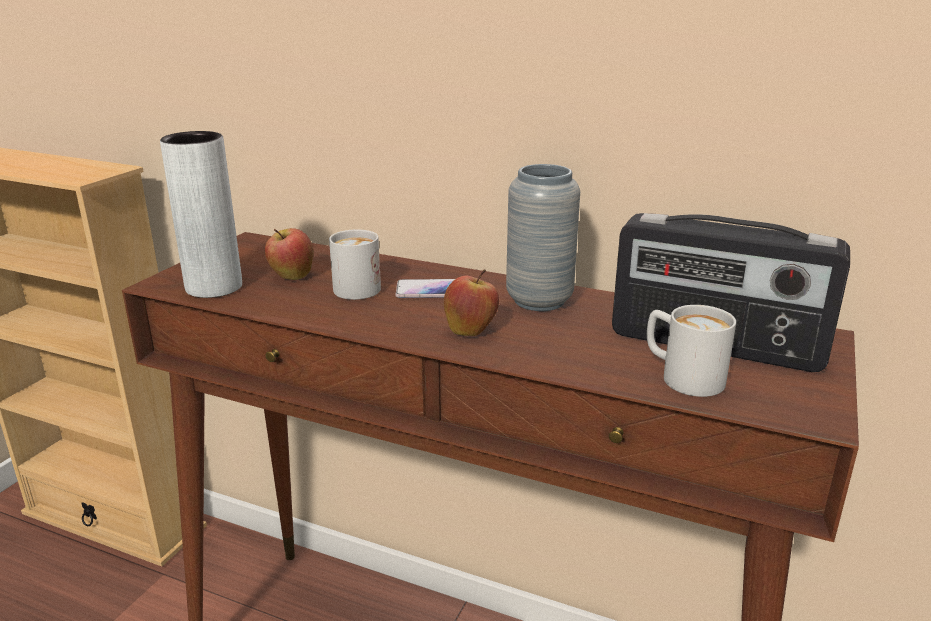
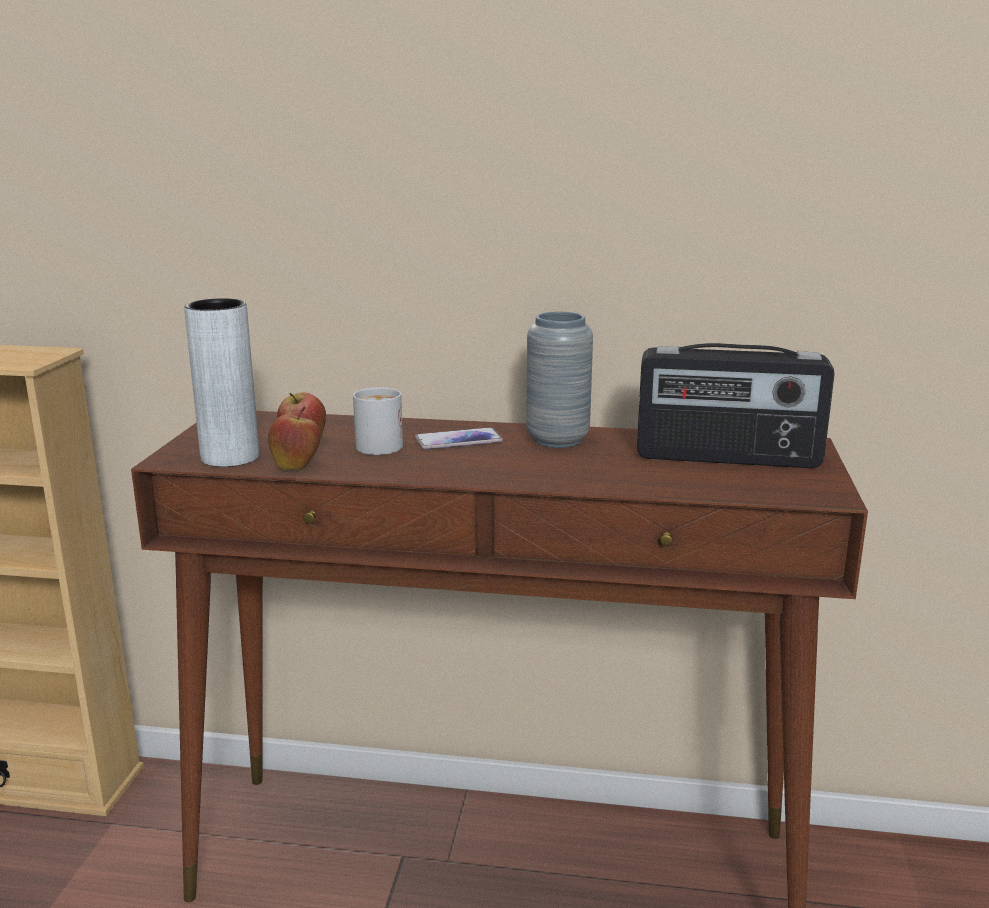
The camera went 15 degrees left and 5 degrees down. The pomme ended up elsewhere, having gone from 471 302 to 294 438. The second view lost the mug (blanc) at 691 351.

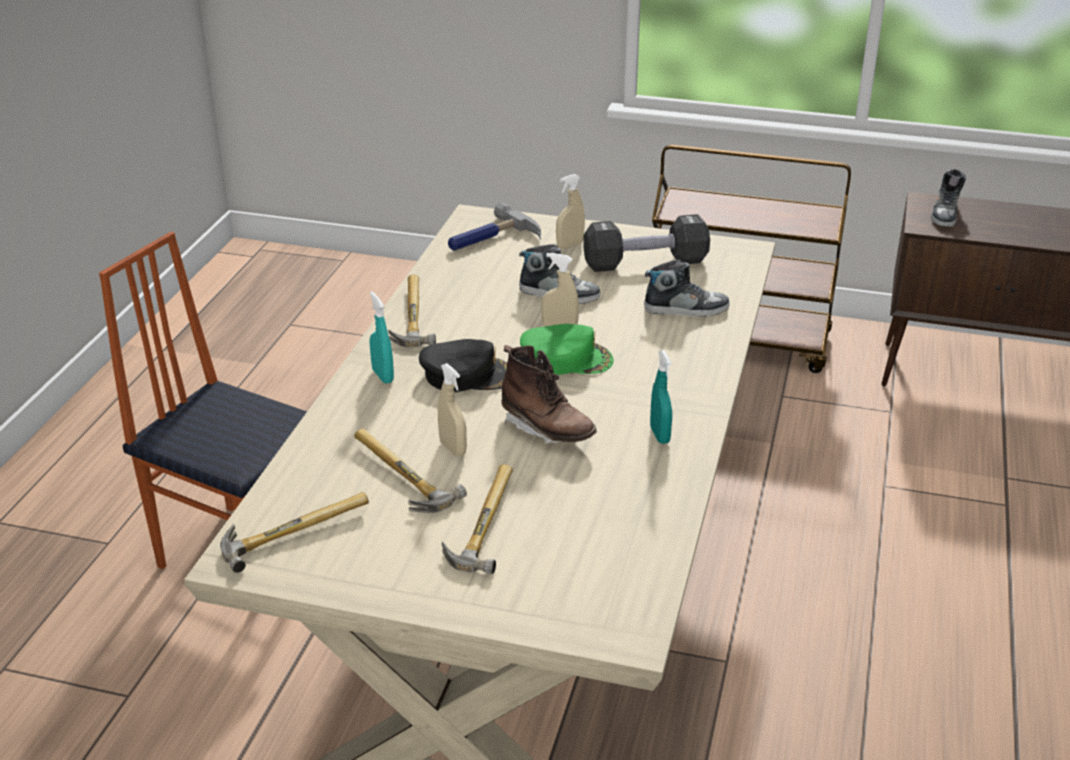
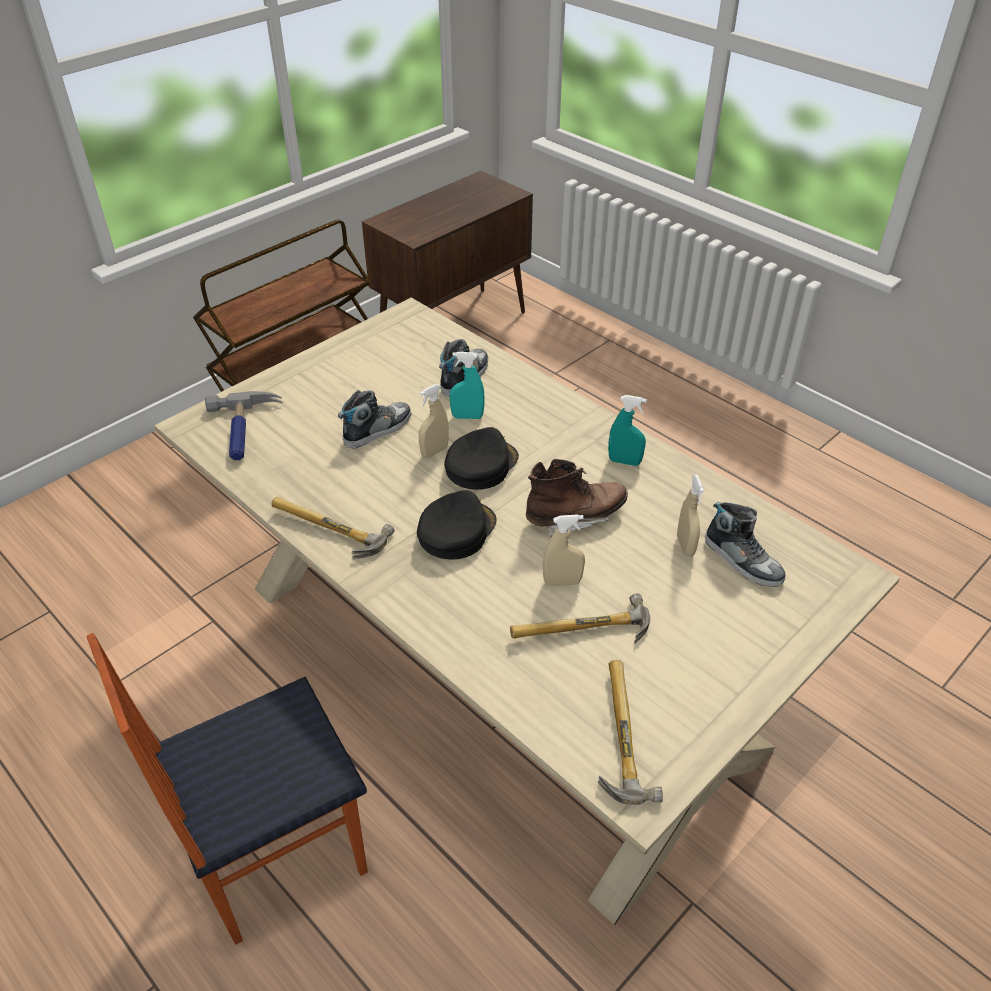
The camera went 60 degrees left and 10 degrees up. The vaporisateur (turquoise) ended up elsewhere, having gone from 382 337 to 467 385. The second view lost the marteau at 477 519. What was the casquette (vert) at 567 349 turned into the casquette (noir) at 481 458. The vaporisateur (beige) ended up elsewhere, having gone from 570 211 to 690 516. The second view lost the haltère (noir) at 646 243. The chaussure ended up elsewhere, having gone from 948 198 to 745 544.

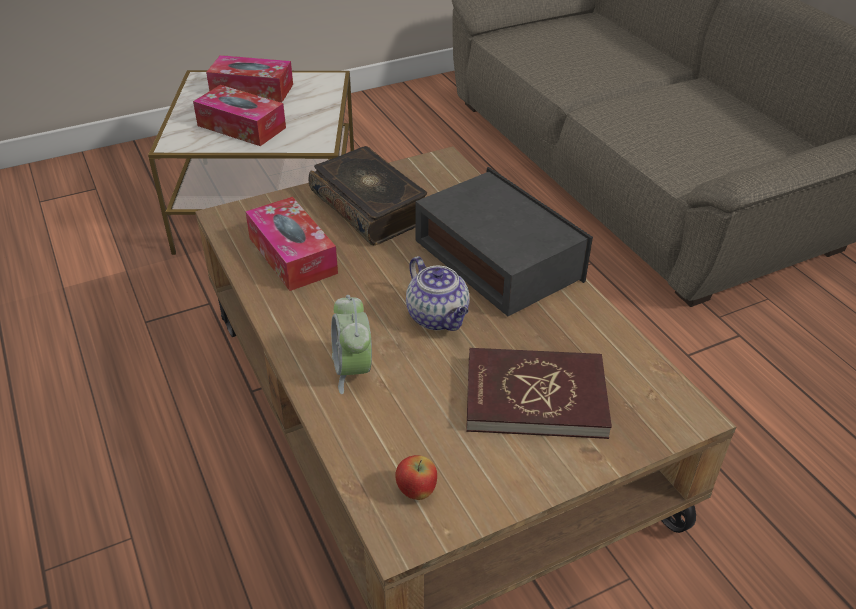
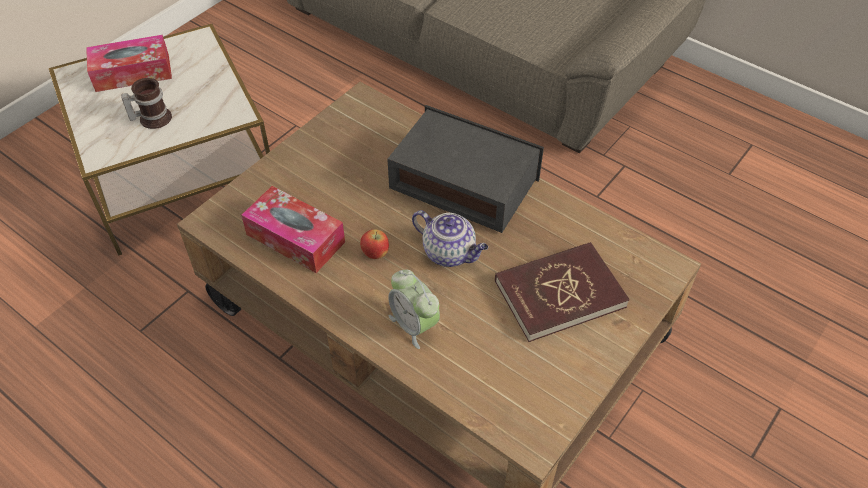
The camera went 25 degrees left and 10 degrees up. Where the boîte à mouchoirs stood at 239 115, the mug came to stand at 146 103. The second view lost the livre at 367 195. The pomme ended up elsewhere, having gone from 416 477 to 374 244.

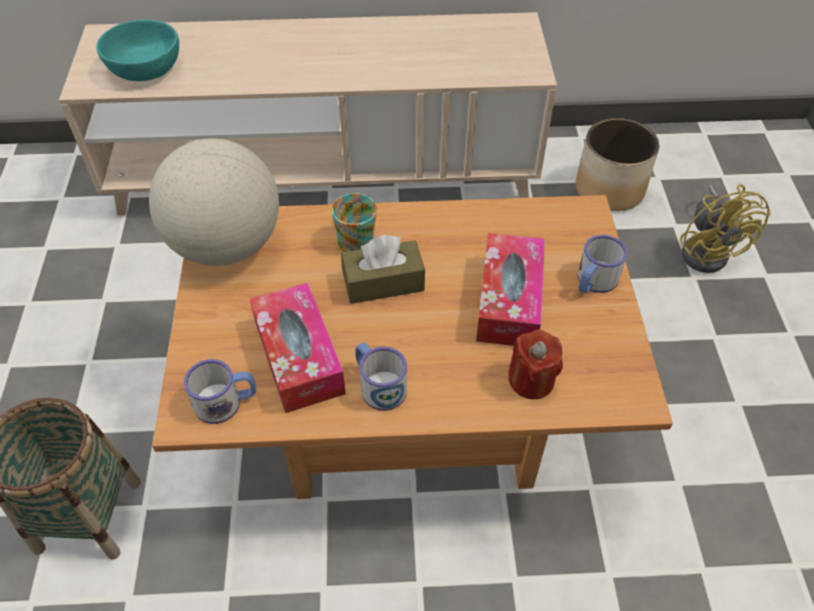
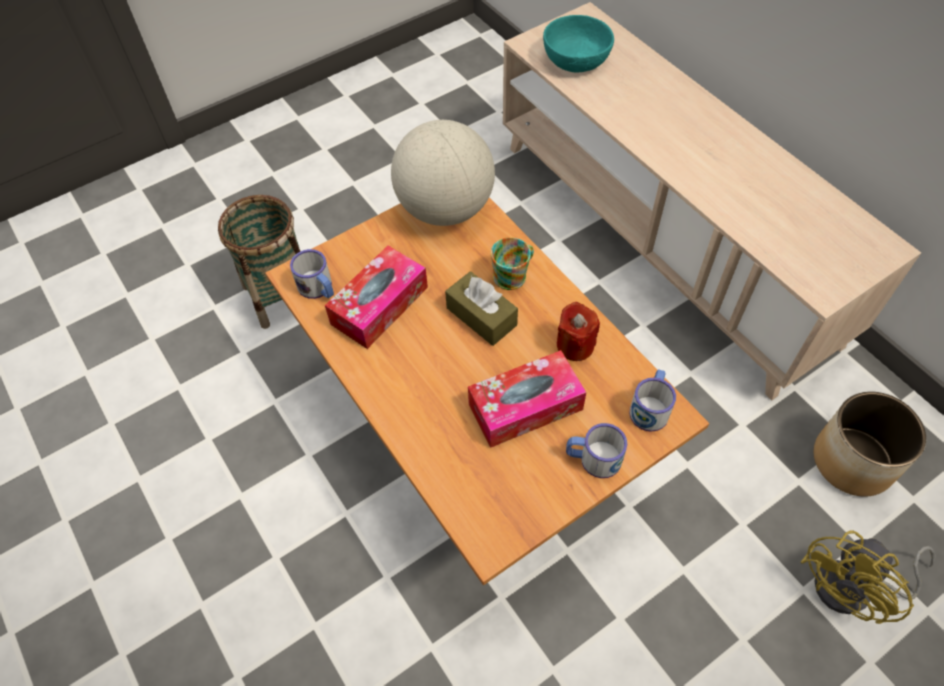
The camera went 60 degrees right and 5 degrees up. The mug ended up elsewhere, having gone from 381 376 to 652 400. The bougie (rouge) ended up elsewhere, having gone from 535 364 to 578 331.

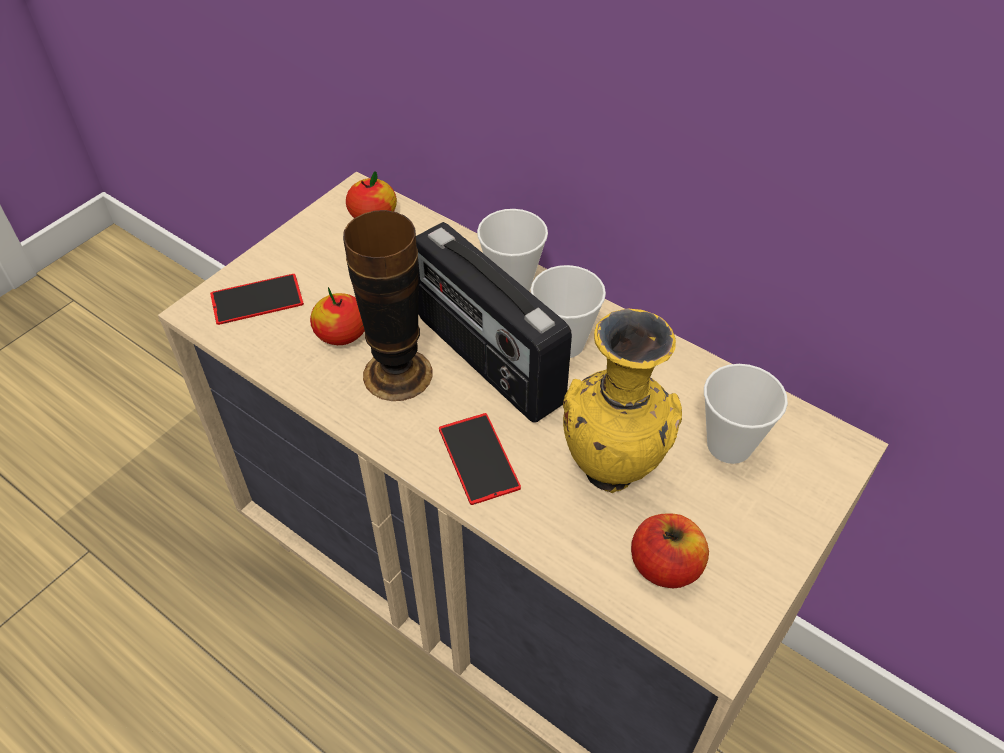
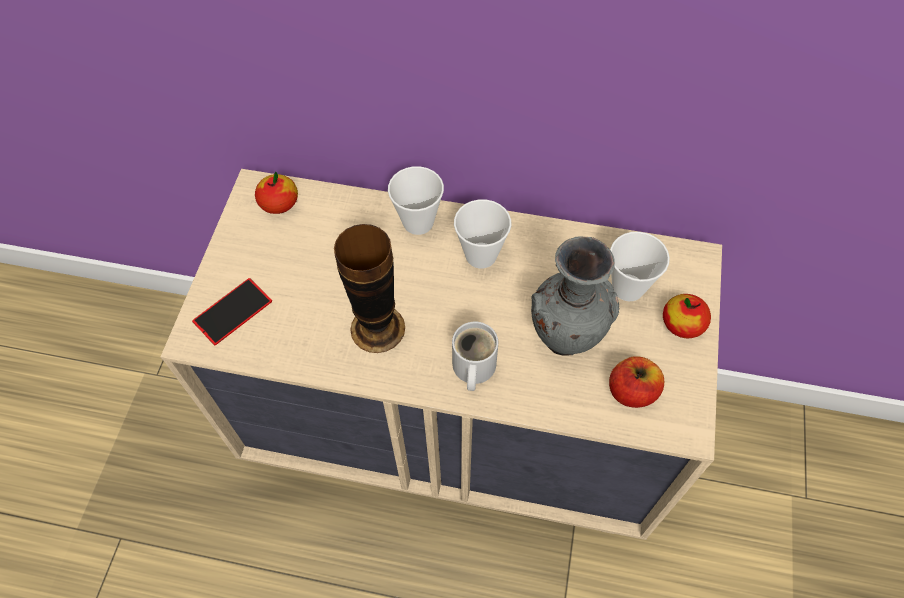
The camera went 25 degrees left and 10 degrees up. The pomme ended up elsewhere, having gone from 337 316 to 687 316. The second view lost the radio at 494 322. Where the téléphone stood at 480 459, the mug (blanc) came to stand at 475 356. What was the vase (jaune) at 622 400 turned into the vase (gris) at 575 296.

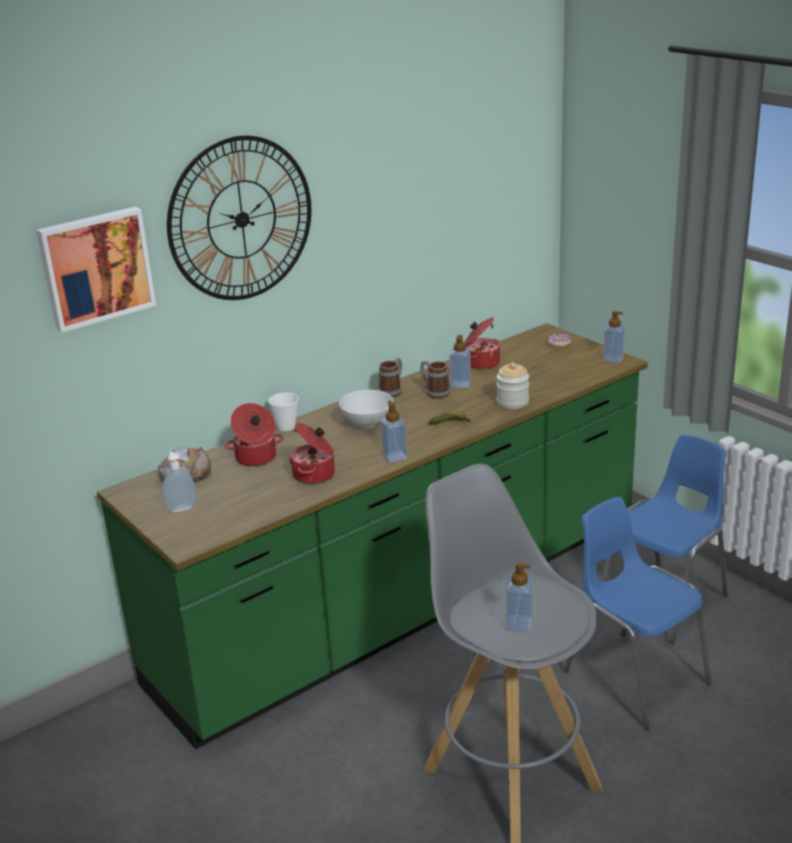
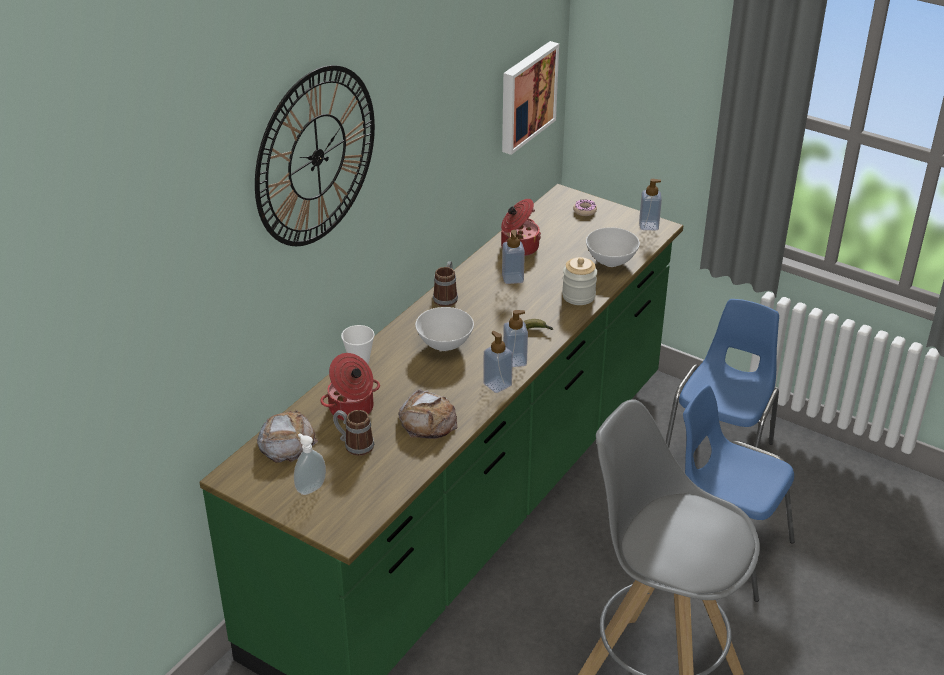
The camera went 20 degrees left and 10 degrees up. The tableau ended up elsewhere, having gone from 96 270 to 530 98. Where the marmite stood at 312 453, the pain came to stand at 427 414. The mug ended up elsewhere, having gone from 435 379 to 353 433. The distributeur de savon ended up elsewhere, having gone from 519 597 to 515 338. The second view gained the bol (blanc) at 613 247.

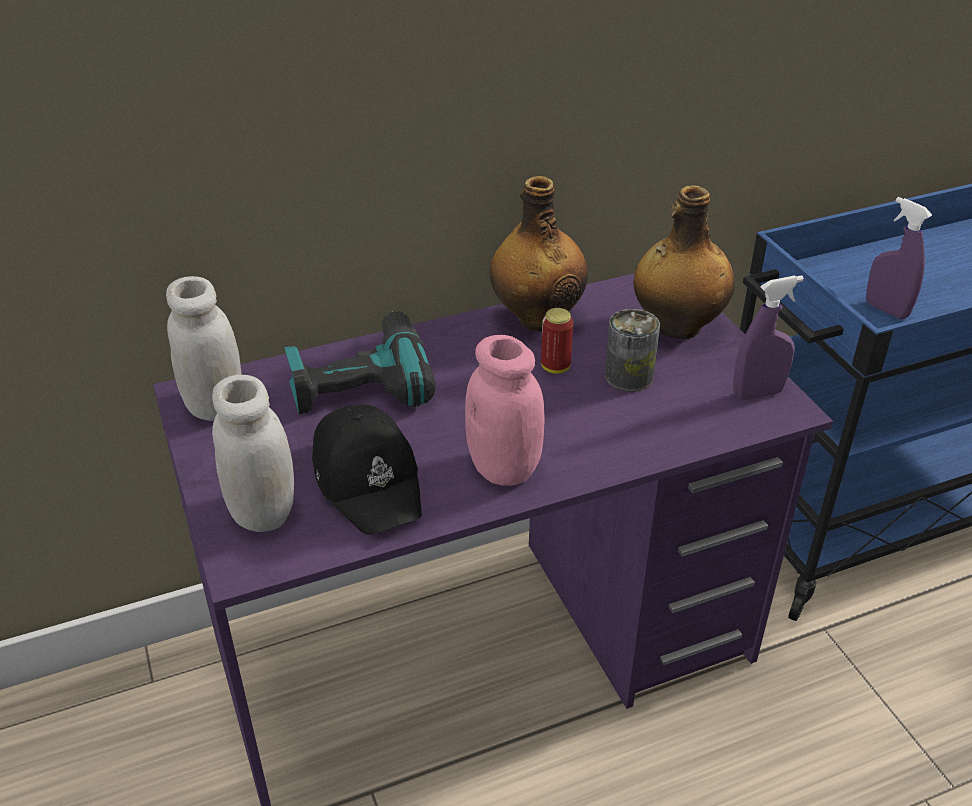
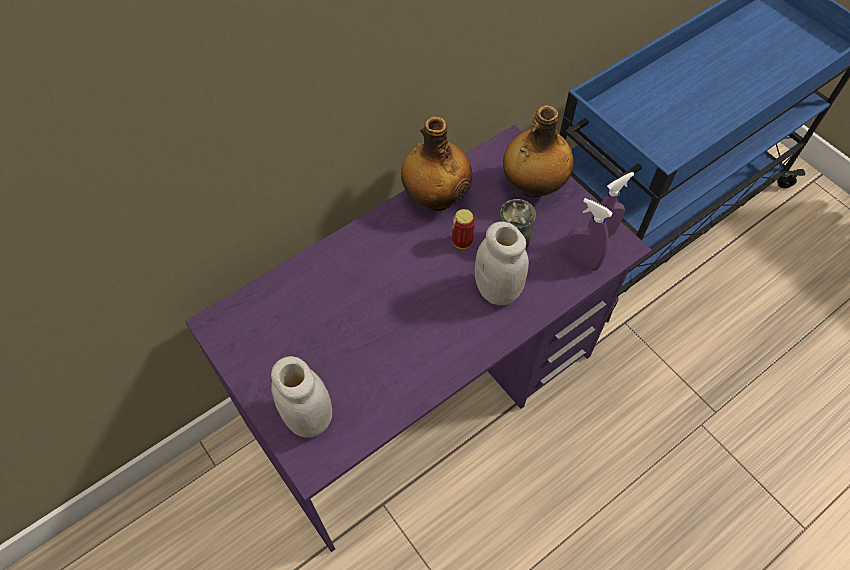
The camera went 15 degrees left and 20 degrees up. The bocal (blanc) ended up elsewhere, having gone from 204 348 to 502 263. The second view lost the perceuse at 360 362. The second view lost the casquette (noir) at 367 469. The second view lost the bocal (rose) at 505 410. The vaporisateur (violet) ended up elsewhere, having gone from 899 258 to 589 234.

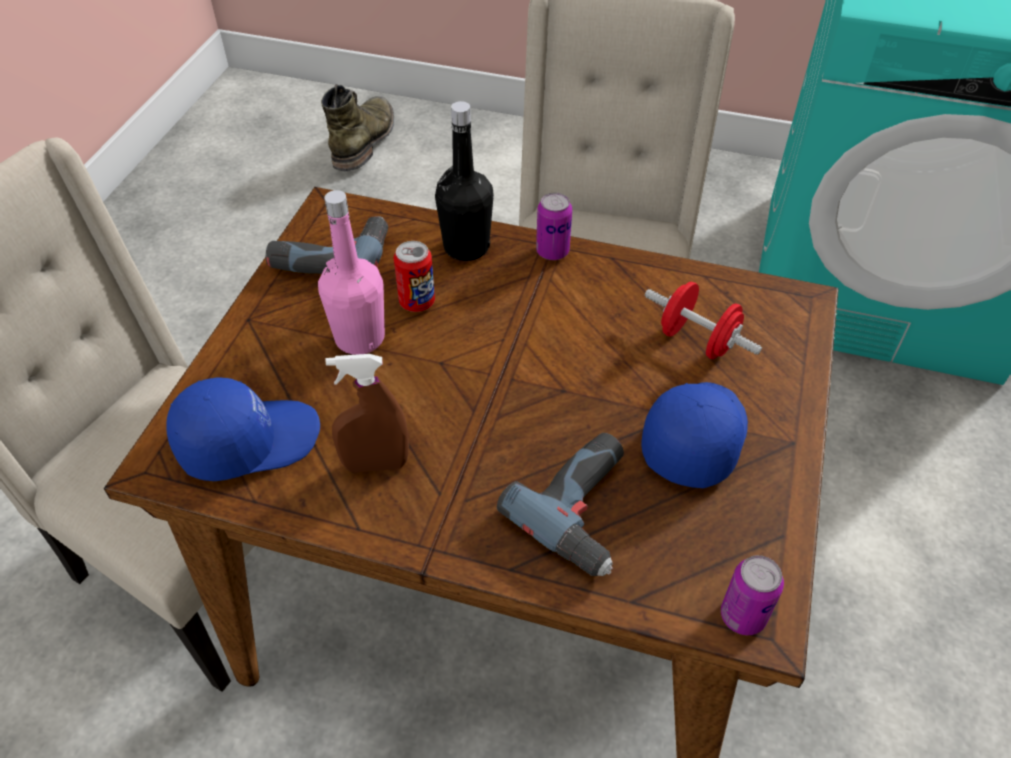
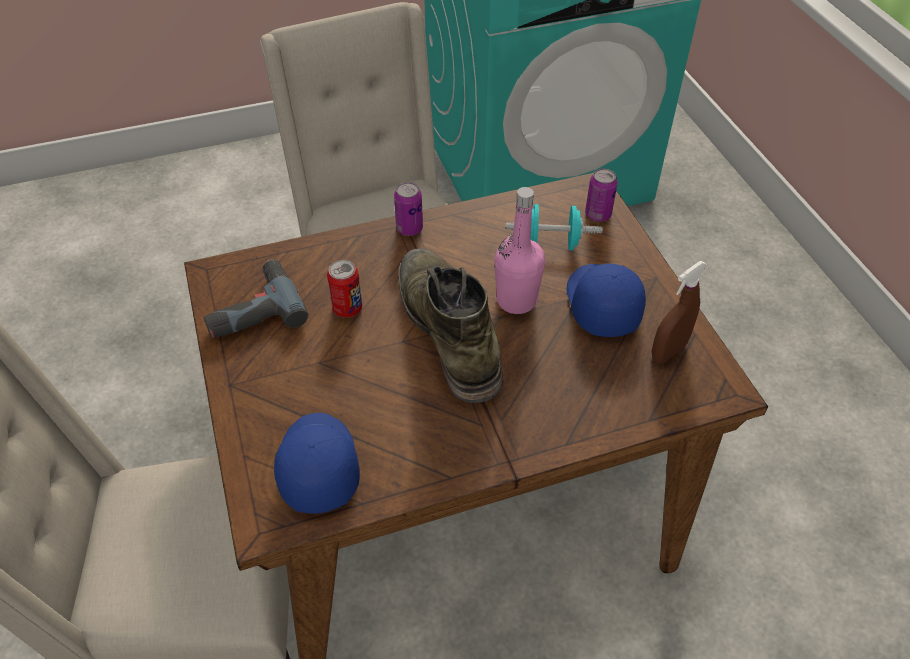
The camera went 35 degrees left and 0 degrees up. The casquette (bleu) at 243 429 ended up facing another way, 45 degrees counterclockwise from before. The bouteille (rose) ended up elsewhere, having gone from 351 272 to 519 250. The botte (vert) ended up elsewhere, having gone from 357 127 to 450 325. The vaporisateur (marron) ended up elsewhere, having gone from 367 413 to 679 312. The second view lost the bouteille (noir) at 464 181. The second view lost the perceuse at 560 504. What was the haltère (rouge) at 703 320 turned into the haltère (turquoise) at 554 227. The boîte métallique ended up elsewhere, having gone from 752 595 to 601 195.

